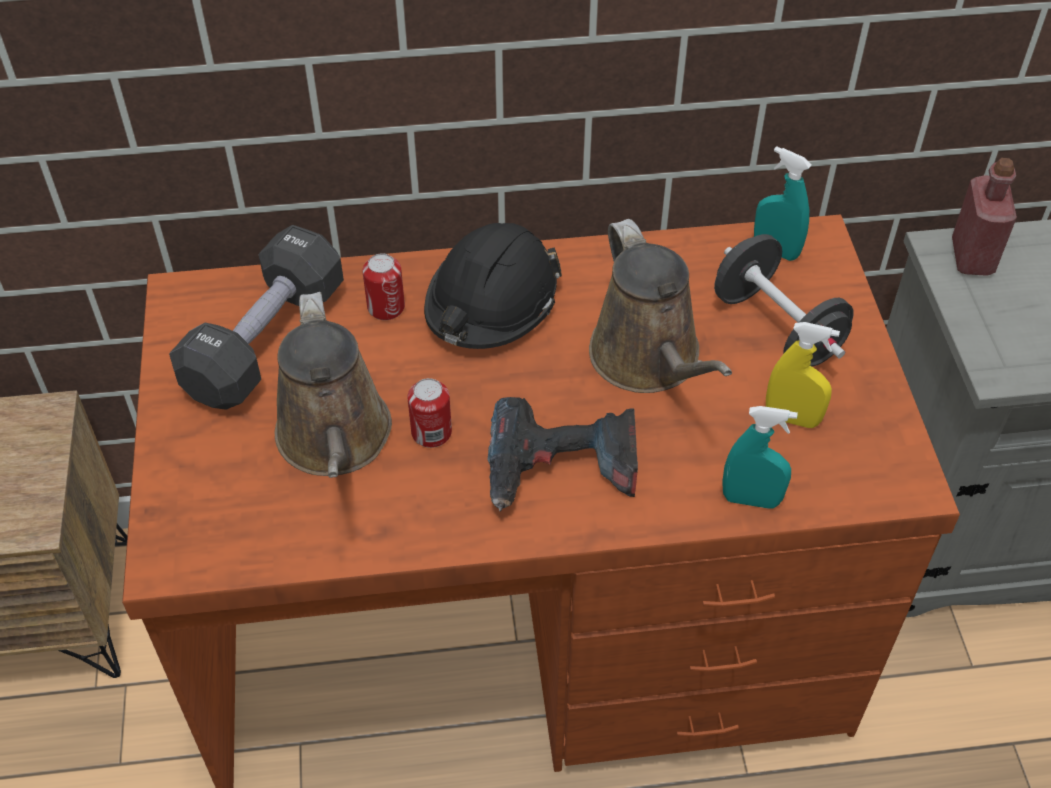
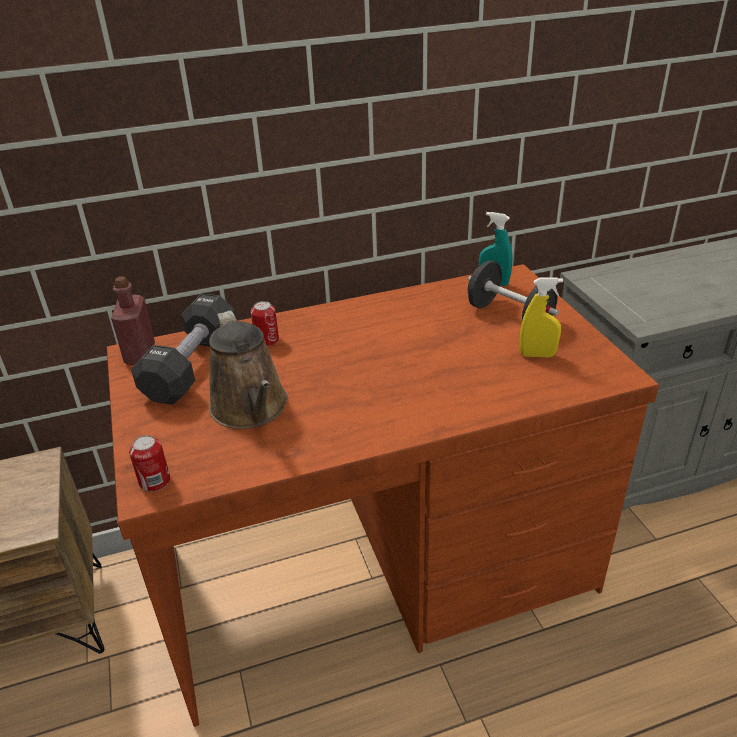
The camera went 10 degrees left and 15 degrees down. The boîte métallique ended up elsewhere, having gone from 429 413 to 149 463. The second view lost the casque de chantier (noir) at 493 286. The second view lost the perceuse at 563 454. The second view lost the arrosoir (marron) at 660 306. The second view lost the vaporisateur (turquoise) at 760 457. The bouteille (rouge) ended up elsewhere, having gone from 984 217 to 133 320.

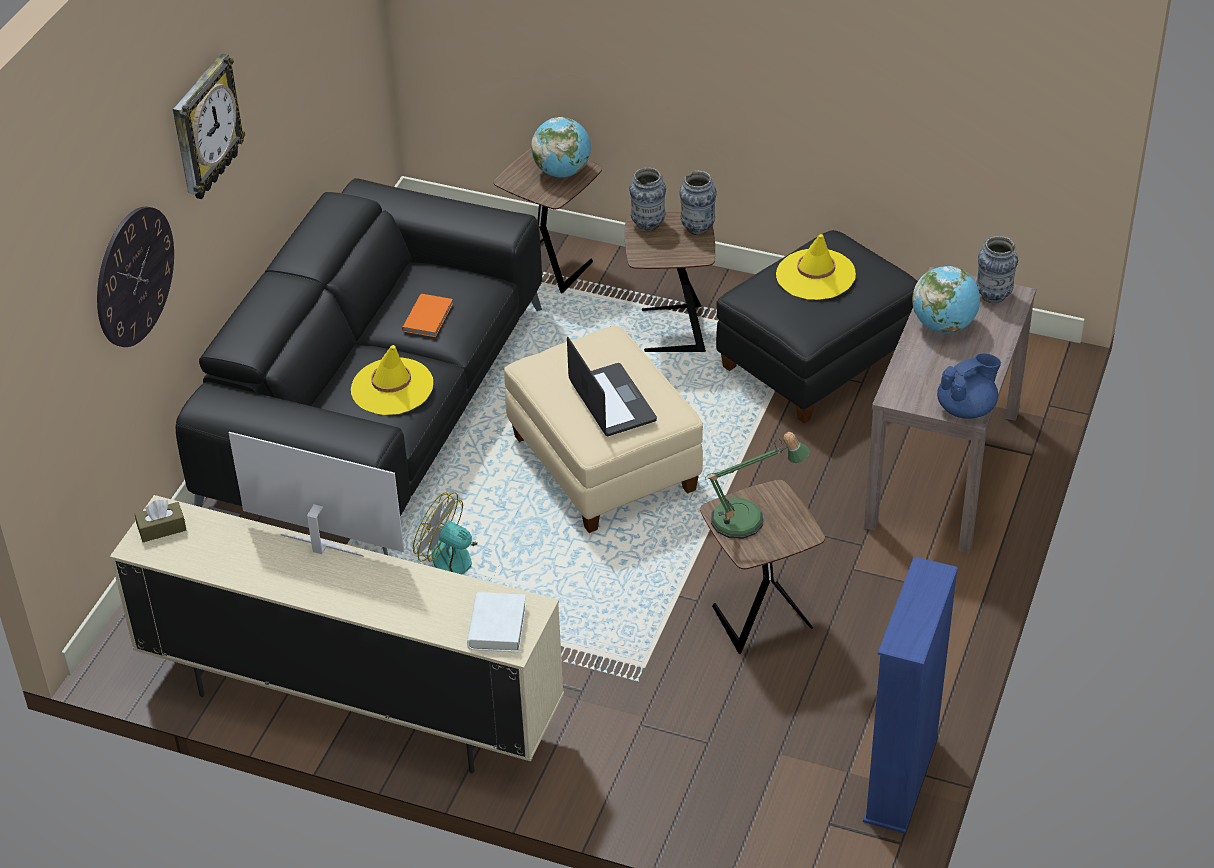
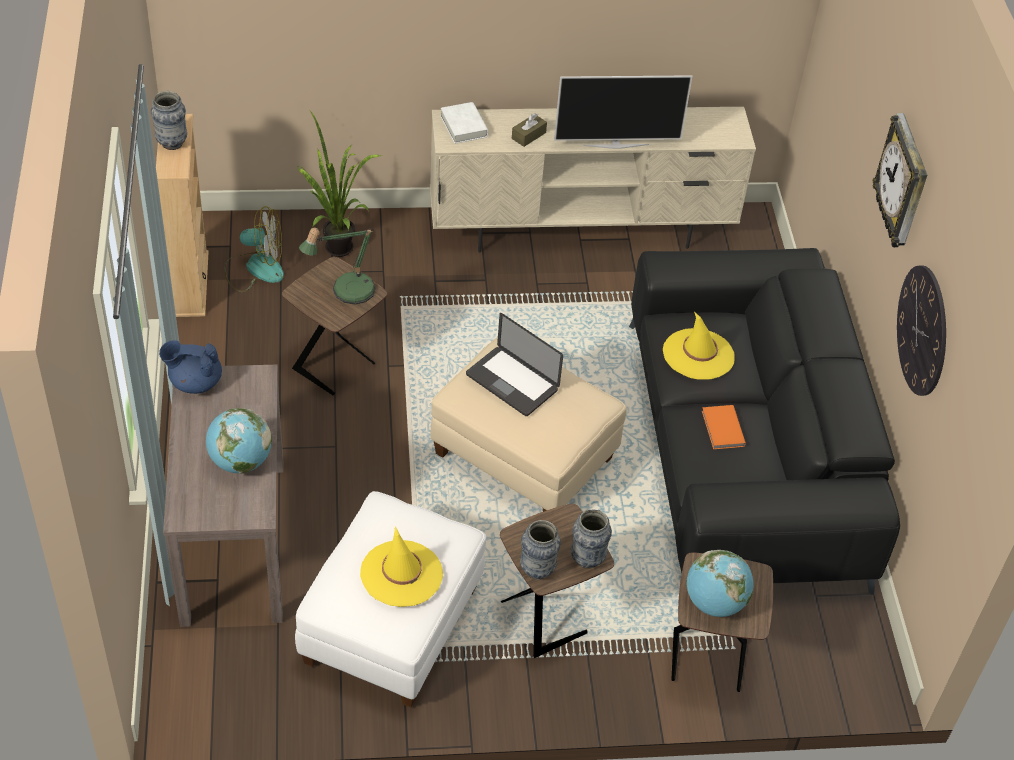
The camera went 150 degrees right and 5 degrees up. The horloge murale ended up elsewhere, having gone from 135 277 to 921 331. The boîte à mouchoirs (marron) ended up elsewhere, having gone from 160 521 to 529 130. The ventilateur ended up elsewhere, having gone from 456 536 to 254 249. What was the pouf (noir) at 817 327 turned into the pouf (blanc) at 390 599. What was the bibliothèque (bleu) at 910 695 turned into the bibliothèque (beige) at 182 215. The théière (bleu) at 969 386 ended up facing another way, 60 degrees clockwise from before. The vase ended up elsewhere, having gone from 997 270 to 169 120. The second view gained the plante en pot at 339 183.

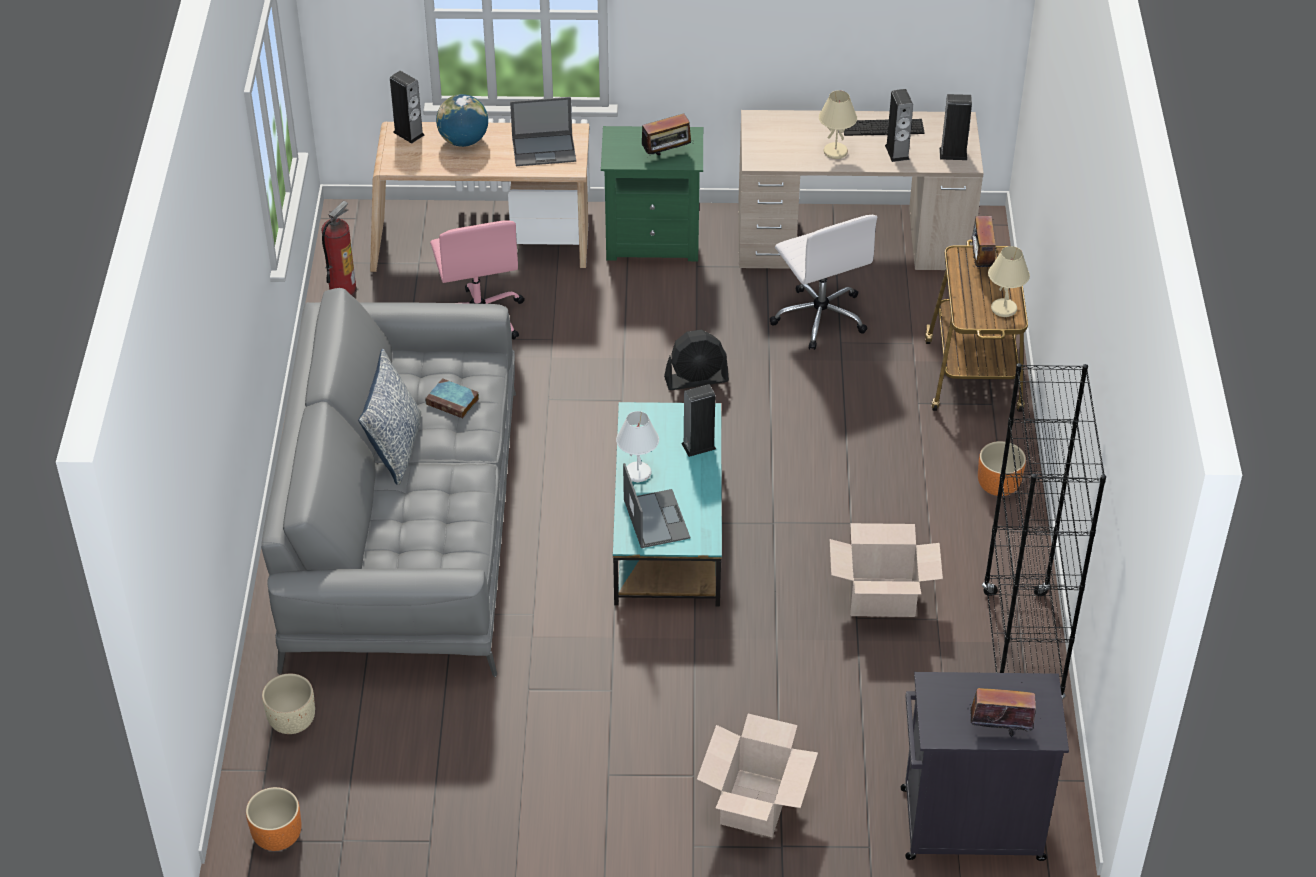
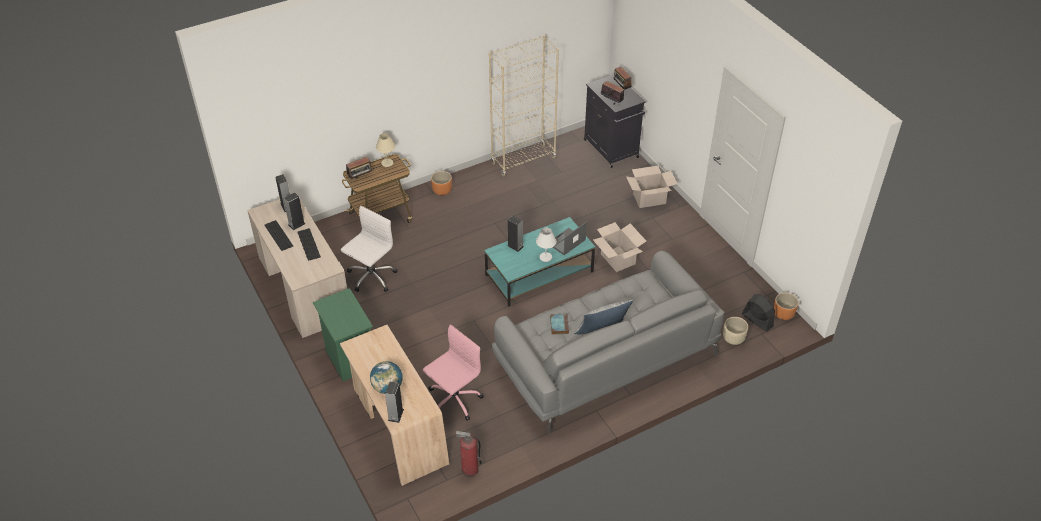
The camera went 120 degrees left and 0 degrees up. The second view lost the ordinateur portable at 543 131. The radio ended up elsewhere, having gone from 666 134 to 612 93. The ventilateur (noir) ended up elsewhere, having gone from 696 360 to 758 313. Where the lampe de table (beige) stood at 838 124, the clavier came to stand at 309 244. The carton ended up elsewhere, having gone from 886 570 to 619 247. What was the bibliothèque (noir) at 1044 531 turned into the bibliothèque (beige) at 524 106.

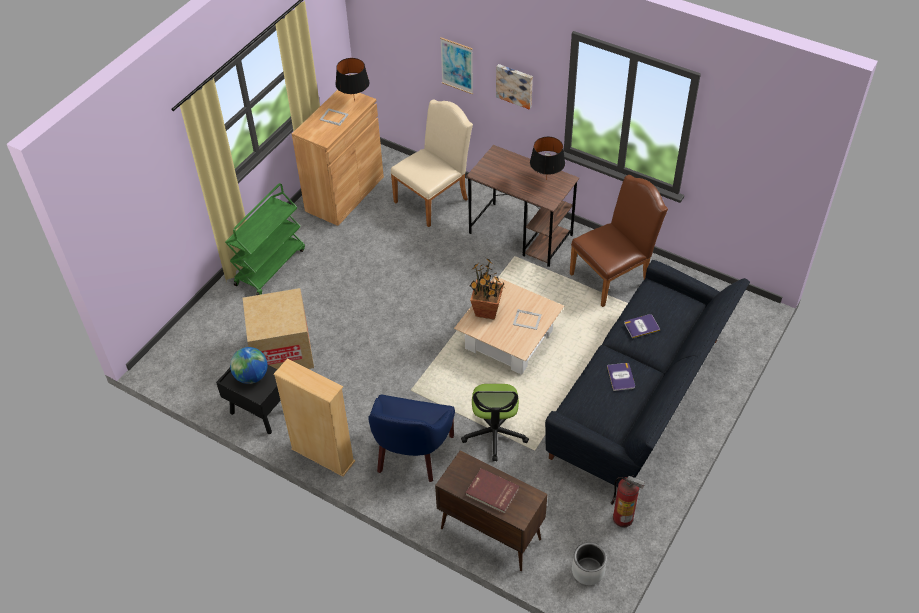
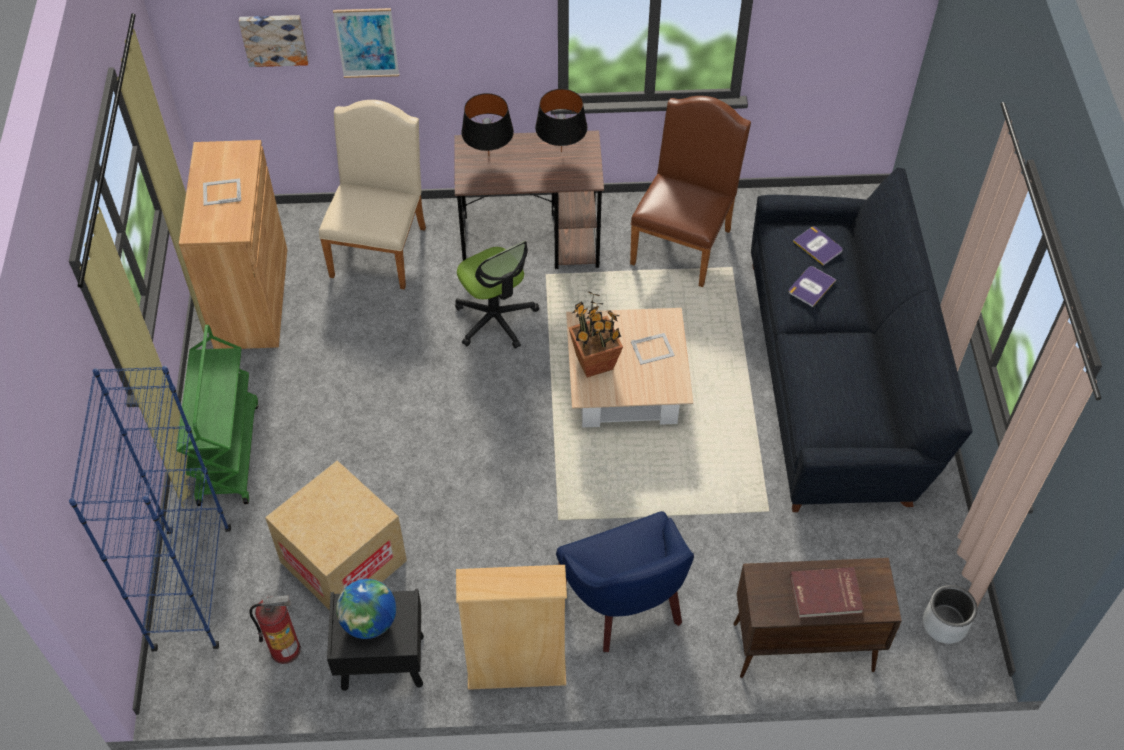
The camera went 35 degrees left and 5 degrees up. The lampe de table (noir) ended up elsewhere, having gone from 352 79 to 487 124. The chaise de bureau ended up elsewhere, having gone from 495 422 to 497 295. The tableau ended up elsewhere, having gone from 514 86 to 273 41. The livre ended up elsewhere, having gone from 621 377 to 818 246. The extincteur ended up elsewhere, having gone from 628 501 to 275 629. The second view gained the bibliothèque (bleu) at 150 508.

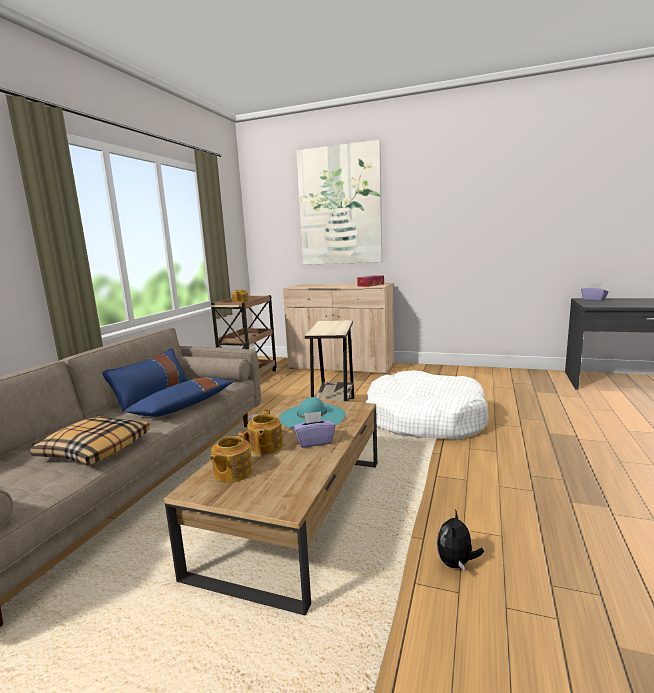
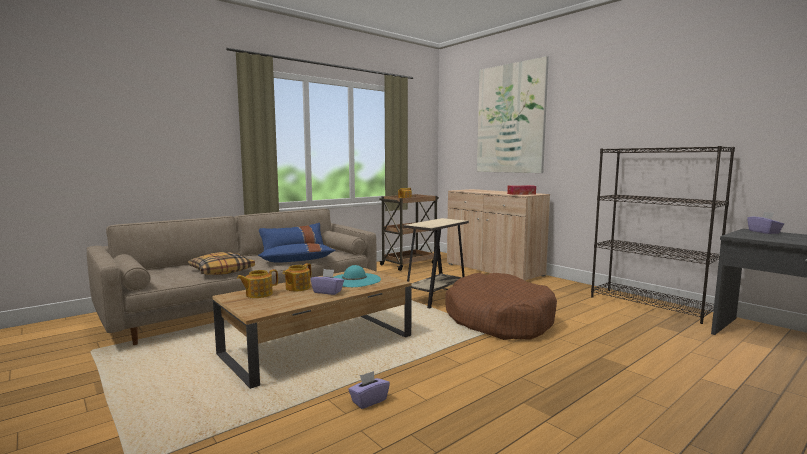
The camera went 30 degrees right and 5 degrees down. What was the panier pour chien (blanc) at 427 405 turned into the panier pour chien (marron) at 501 306. Where the peluche stood at 460 540, the boîte à mouchoirs (violet) came to stand at 369 390. The second view gained the bibliothèque (noir) at 663 235.

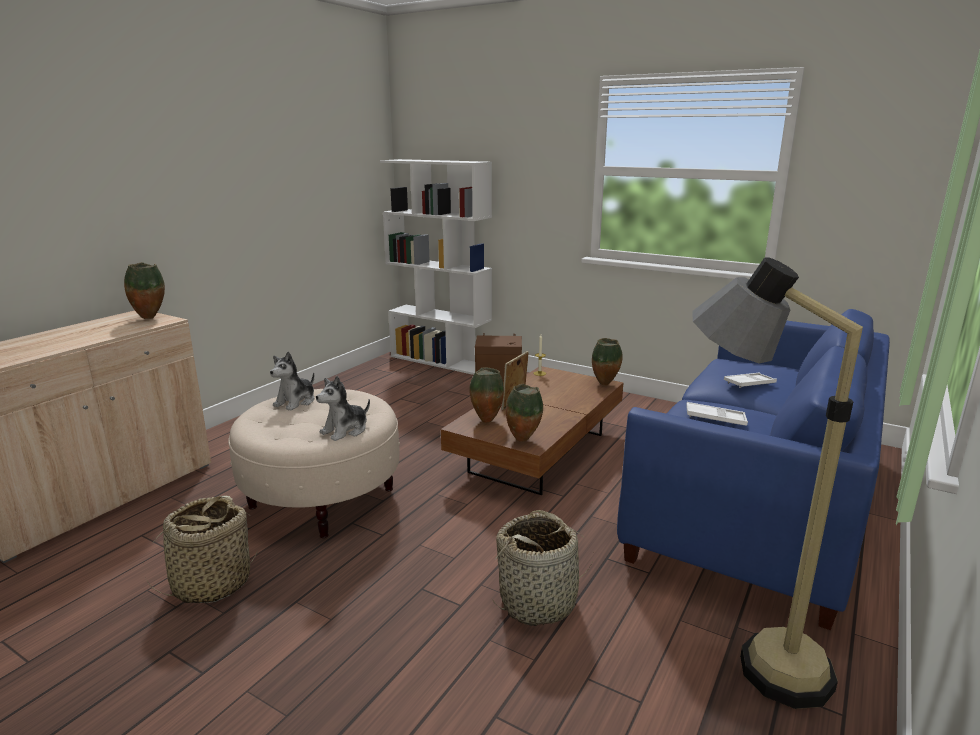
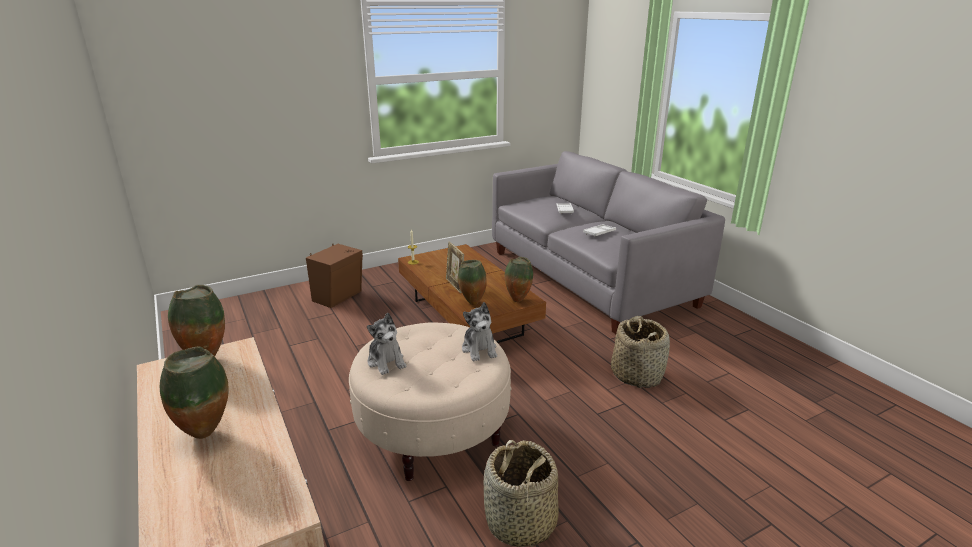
The camera went 60 degrees left and 5 degrees up. The second view lost the bibliothèque (blanc) at 436 267. The vase ended up elsewhere, having gone from 607 362 to 194 393. What was the canapé (bleu) at 753 469 turned into the canapé (gris) at 608 242. The second view lost the lampadaire at 777 483.

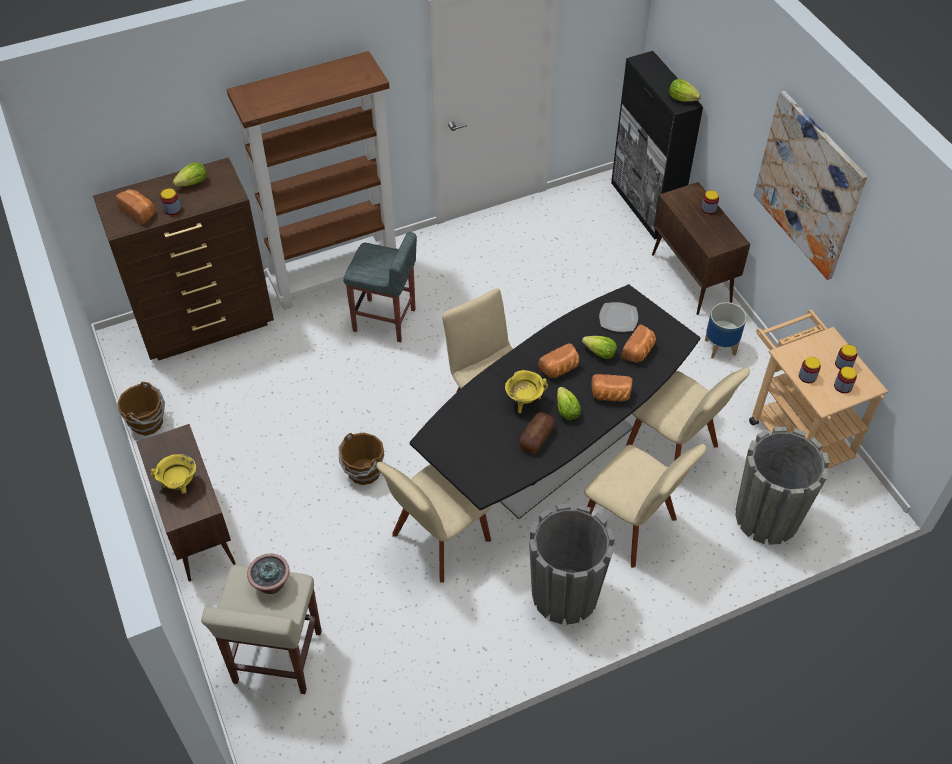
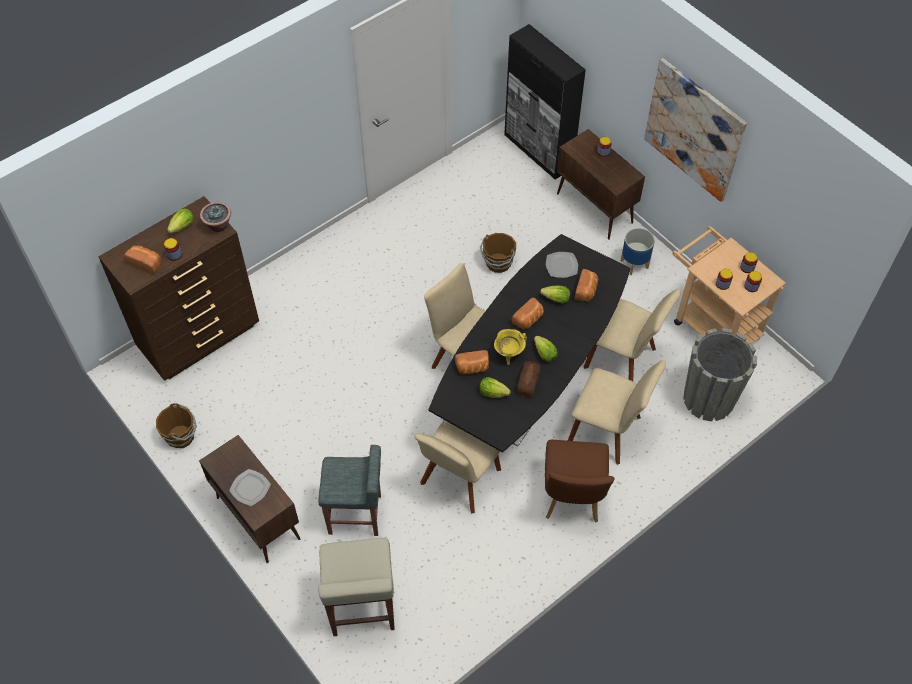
The camera went 15 degrees left and 5 degrees up. Where the marmite (jaune) stood at 173 474, the assiette came to stand at 250 487. The second view lost the bibliothèque (marron) at 311 180. The plante en pot ended up elsewhere, having gone from 268 574 to 215 217. The seau (marron) ended up elsewhere, having gone from 361 459 to 498 253. The tabouret (gris) ended up elsewhere, having gone from 380 287 to 349 490. Where the cache-pot (gris) stood at 572 564, the chaise (marron) came to stand at 579 481. The pain ended up elsewhere, having gone from 612 388 to 472 362. The laitue ended up elsewhere, having gone from 685 90 to 495 387.

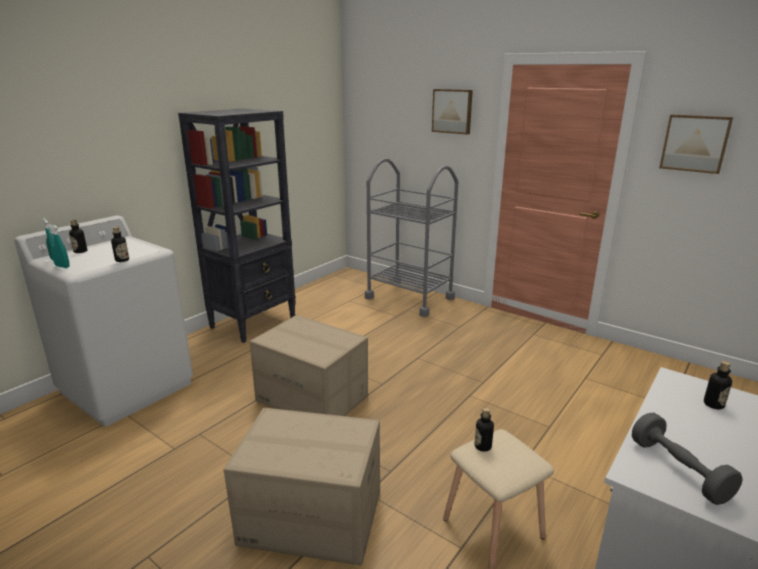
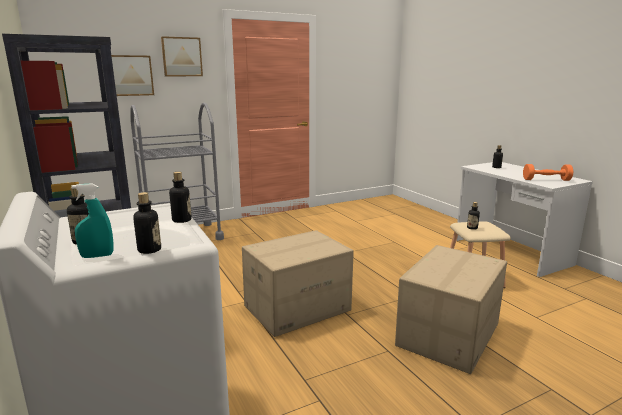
The camera went 65 degrees left and 5 degrees down. Where the vaporisateur (turquoise) stood at 58 246, the bouteille came to stand at 147 223. What was the haltère (gris) at 687 459 turned into the haltère (orange) at 548 172. The tableau ended up elsewhere, having gone from 696 144 to 132 75.

